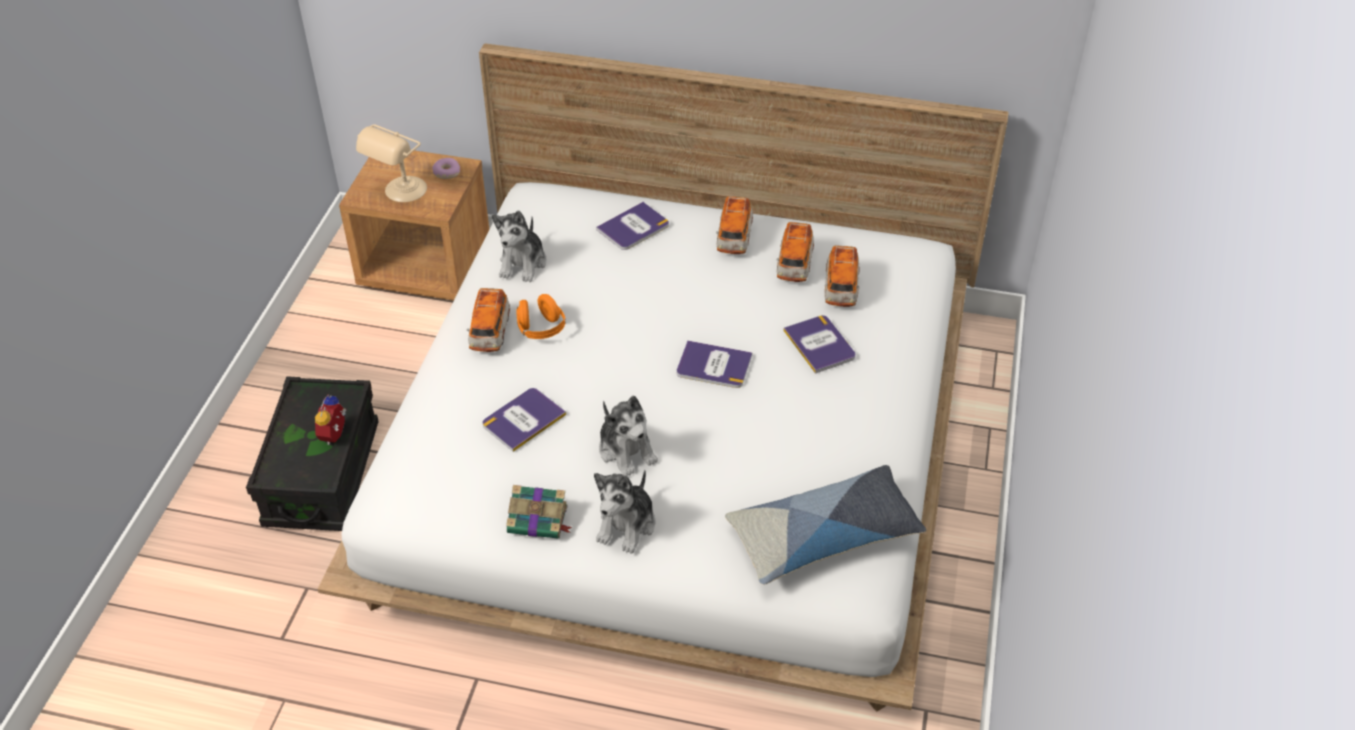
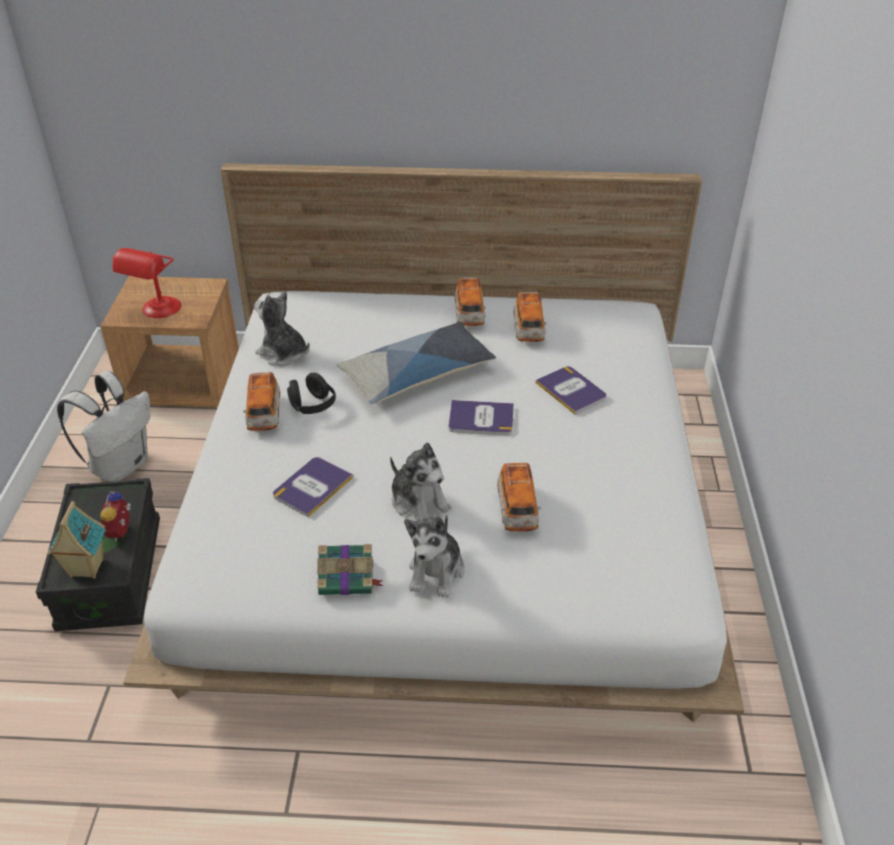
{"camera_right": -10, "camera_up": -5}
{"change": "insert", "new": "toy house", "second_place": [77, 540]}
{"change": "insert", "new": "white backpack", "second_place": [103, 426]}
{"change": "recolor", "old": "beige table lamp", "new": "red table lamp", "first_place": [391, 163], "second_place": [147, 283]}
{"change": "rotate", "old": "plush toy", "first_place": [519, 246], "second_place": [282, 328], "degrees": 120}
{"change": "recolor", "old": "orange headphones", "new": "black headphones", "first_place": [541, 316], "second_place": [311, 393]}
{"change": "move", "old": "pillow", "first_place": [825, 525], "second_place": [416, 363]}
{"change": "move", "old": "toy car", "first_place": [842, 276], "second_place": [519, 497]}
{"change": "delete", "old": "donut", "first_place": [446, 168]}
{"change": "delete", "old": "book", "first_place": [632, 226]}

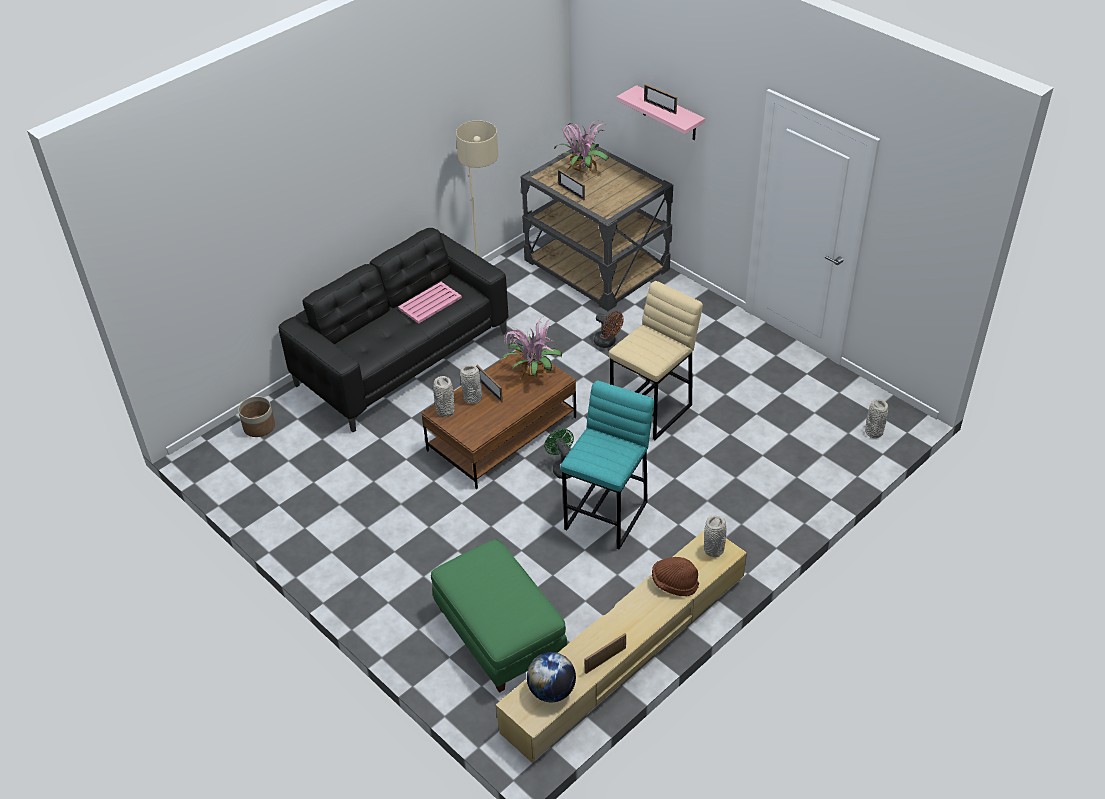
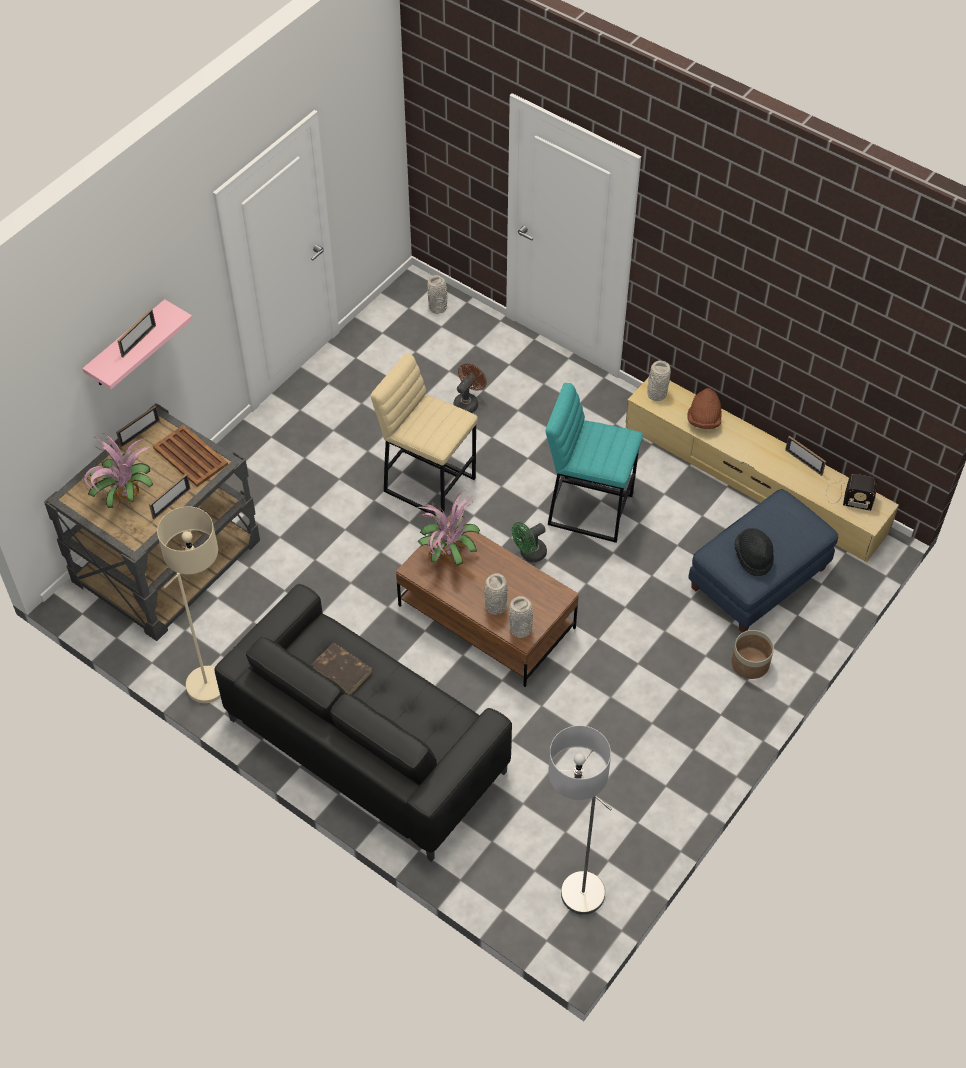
{"camera_right": -100, "camera_up": 10}
{"change": "move", "old": "picture frame", "first_place": [489, 384], "second_place": [138, 427]}
{"change": "insert", "new": "brown tray", "second_place": [190, 456]}
{"change": "replace", "old": "pink tray", "new": "brown book", "first_place": [430, 303], "second_place": [342, 669]}
{"change": "move", "old": "brown fan", "first_place": [609, 329], "second_place": [470, 388]}
{"change": "insert", "new": "grey floor lamp", "second_place": [580, 820]}
{"change": "recolor", "old": "green ottoman", "new": "blue ottoman", "first_place": [499, 616], "second_place": [763, 561]}
{"change": "move", "old": "planter", "first_place": [256, 416], "second_place": [753, 654]}
{"change": "insert", "new": "black hat", "second_place": [754, 552]}
{"change": "replace", "old": "globe", "new": "radio", "first_place": [551, 677], "second_place": [852, 492]}

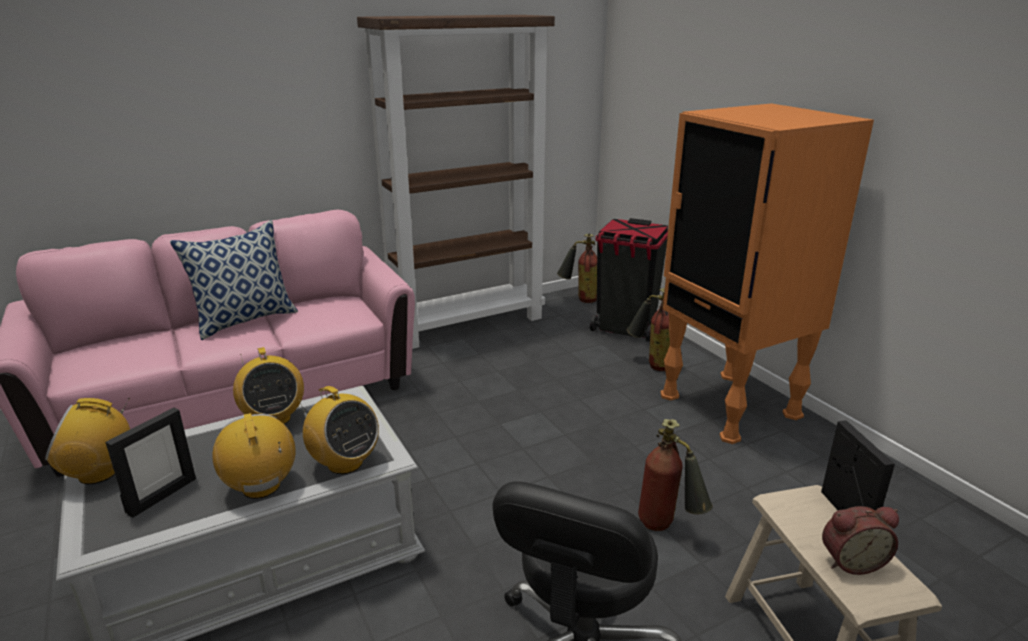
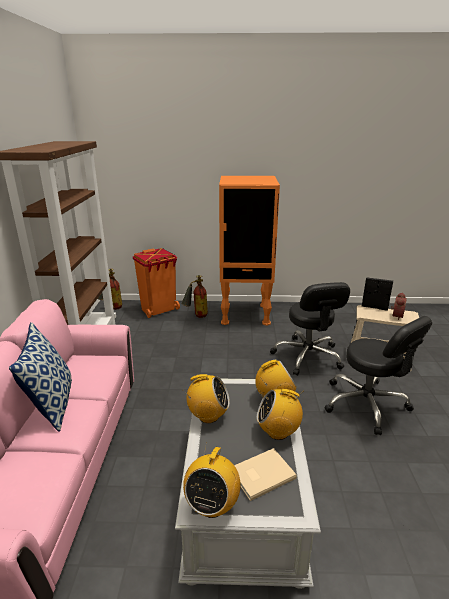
{"camera_right": -60, "camera_up": 0}
{"change": "recolor", "old": "black trash can", "new": "orange trash can", "first_place": [629, 280], "second_place": [156, 283]}
{"change": "replace", "old": "picture frame", "new": "beige book", "first_place": [150, 462], "second_place": [265, 474]}
{"change": "replace", "old": "fire extinguisher", "new": "black office chair", "first_place": [675, 475], "second_place": [310, 329]}

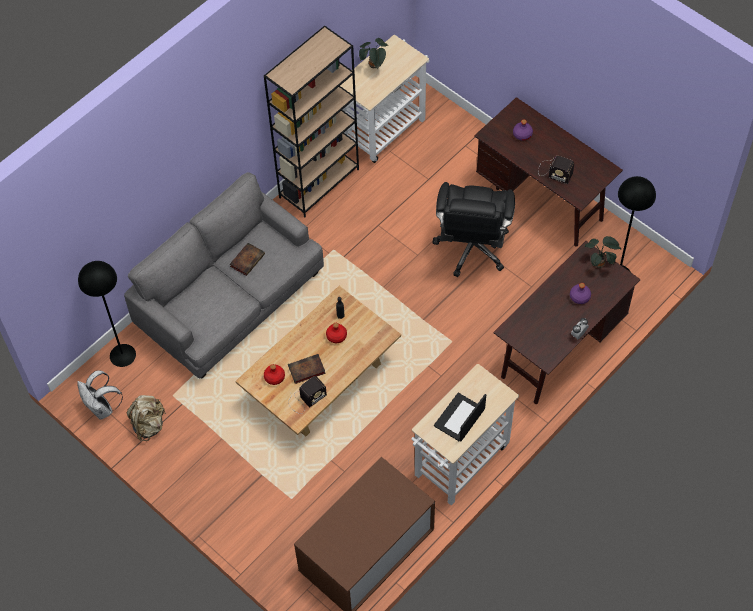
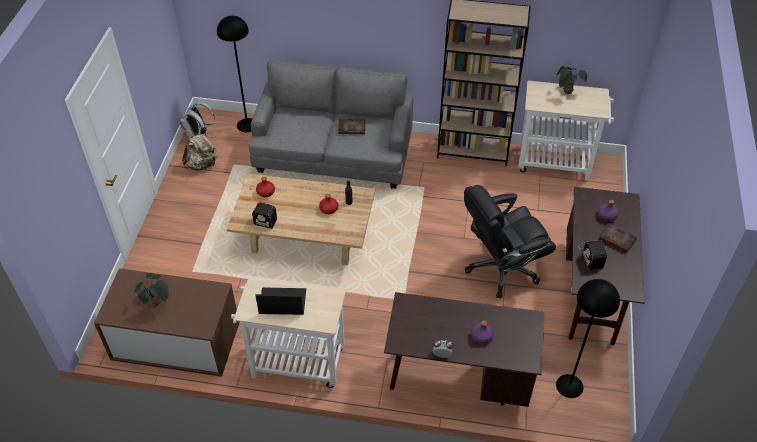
{"camera_right": 55, "camera_up": -10}
{"change": "move", "old": "potted plant", "first_place": [602, 252], "second_place": [151, 289]}
{"change": "move", "old": "book", "first_place": [307, 369], "second_place": [617, 239]}

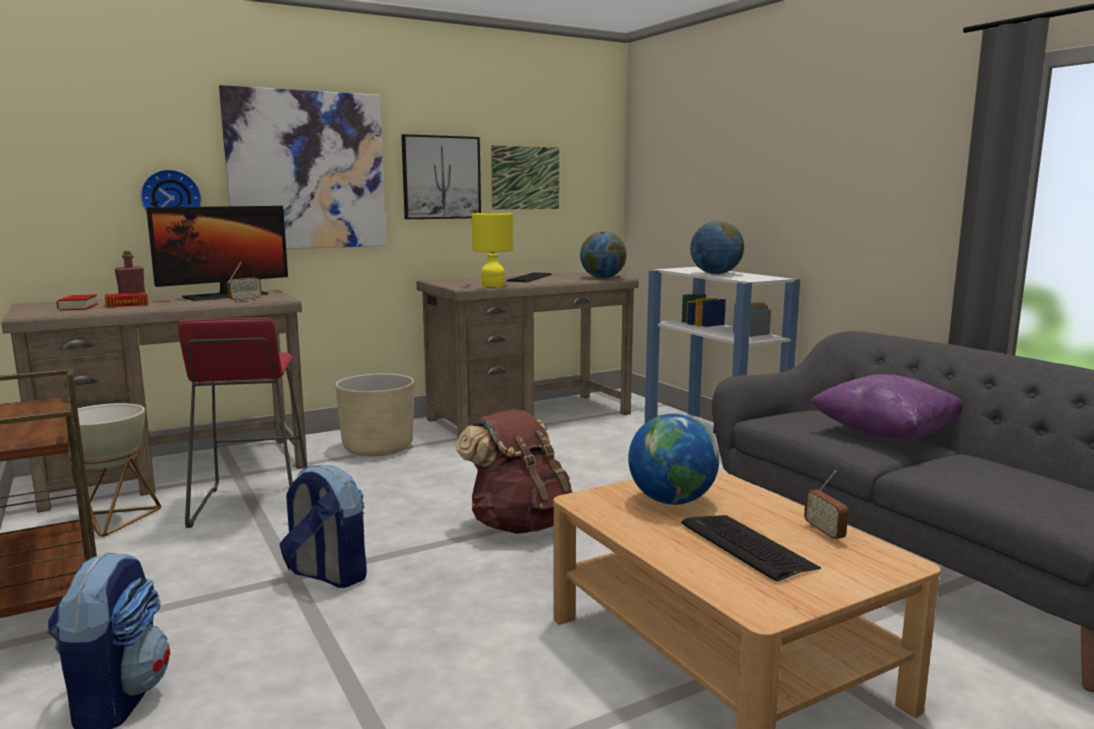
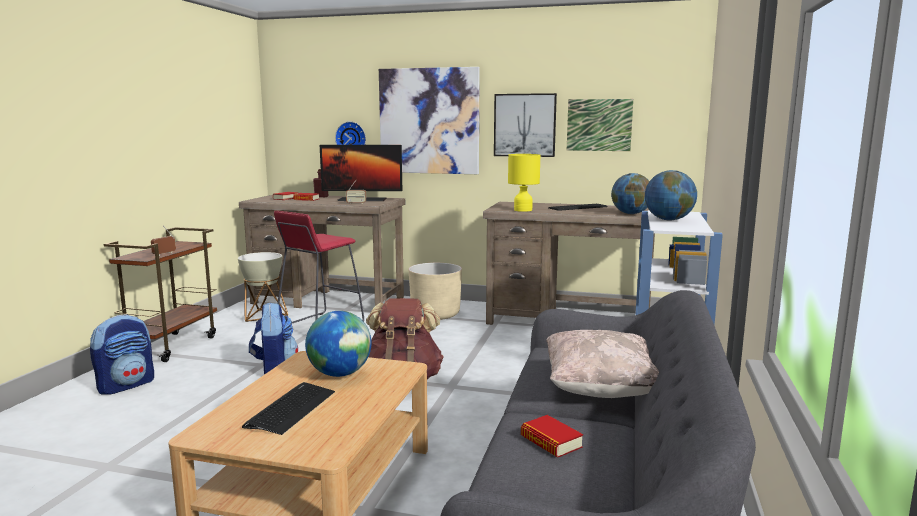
{"camera_right": 45, "camera_up": 0}
{"change": "move", "old": "radio", "first_place": [826, 505], "second_place": [163, 241]}
{"change": "insert", "new": "book", "second_place": [552, 436]}
{"change": "recolor", "old": "purple pillow", "new": "beige pillow", "first_place": [886, 407], "second_place": [602, 364]}

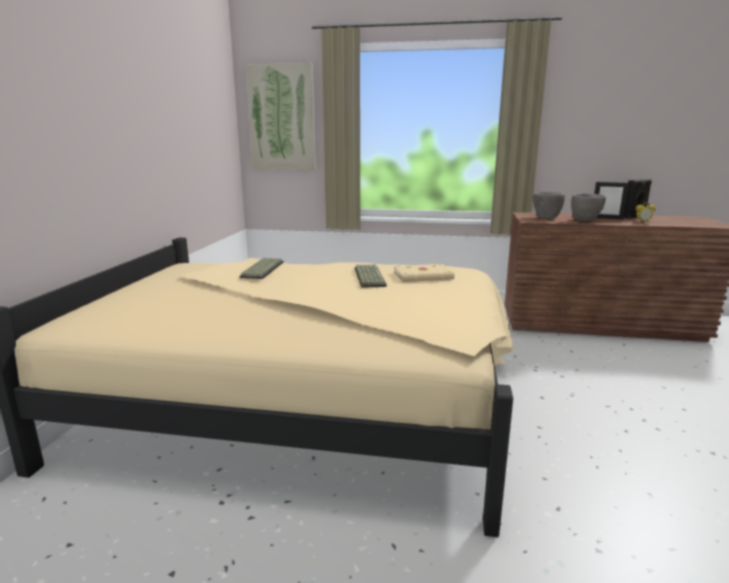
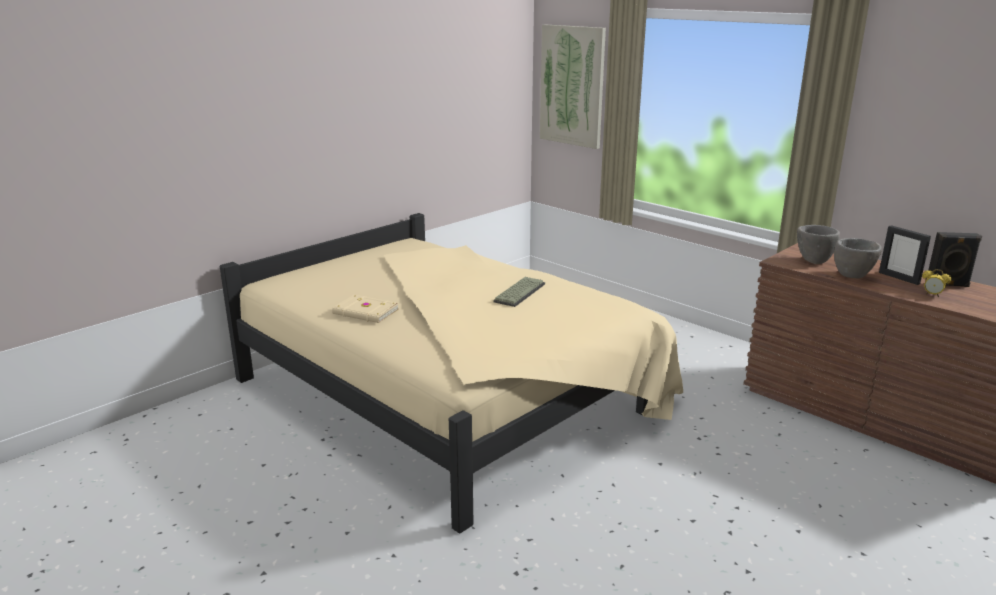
{"camera_right": 35, "camera_up": 5}
{"change": "move", "old": "beige book", "first_place": [424, 273], "second_place": [365, 309]}
{"change": "delete", "old": "keyboard", "first_place": [262, 268]}

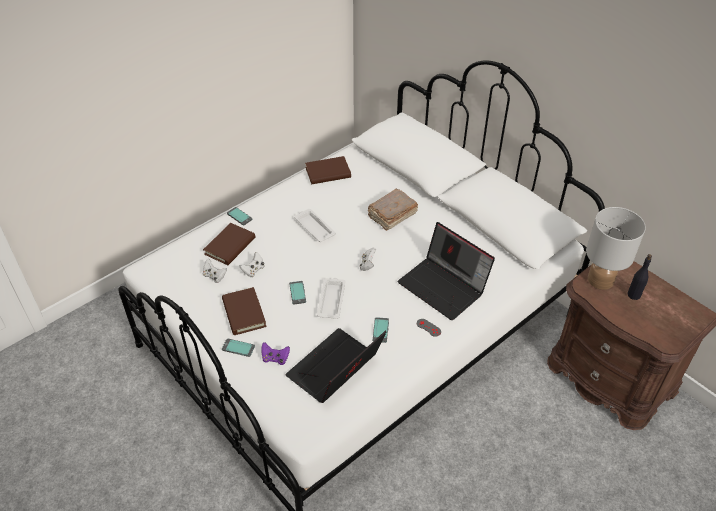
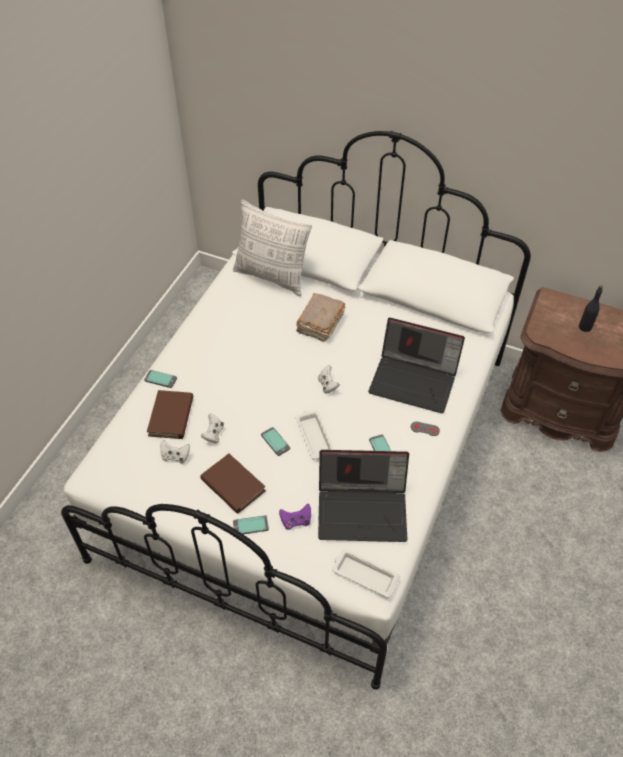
{"camera_right": -25, "camera_up": 5}
{"change": "insert", "new": "pillow", "second_place": [272, 248]}
{"change": "rotate", "old": "laptop", "first_place": [335, 365], "second_place": [363, 496], "degrees": -105}
{"change": "move", "old": "white tray", "first_place": [315, 225], "second_place": [366, 573]}
{"change": "delete", "old": "brown book", "first_place": [328, 170]}
{"change": "delete", "old": "grey table lamp", "first_place": [616, 248]}

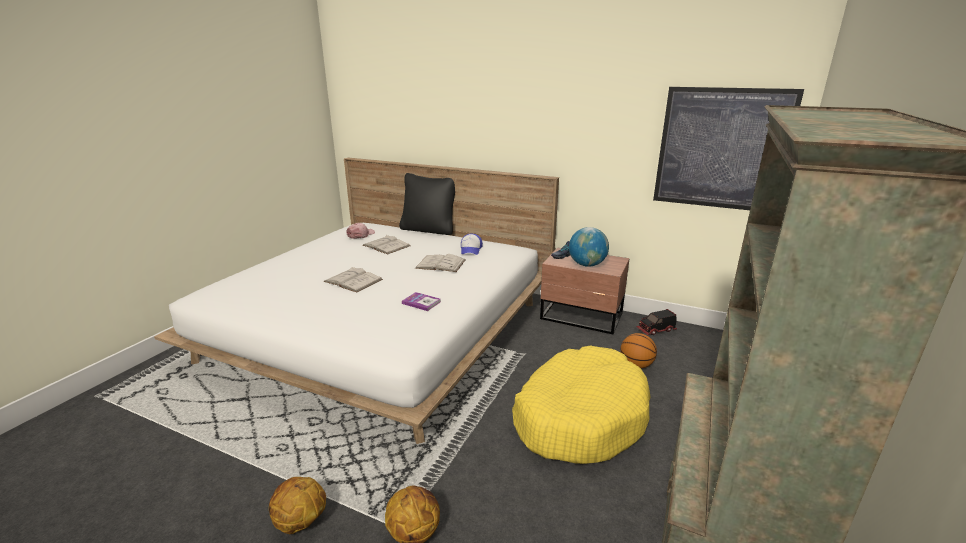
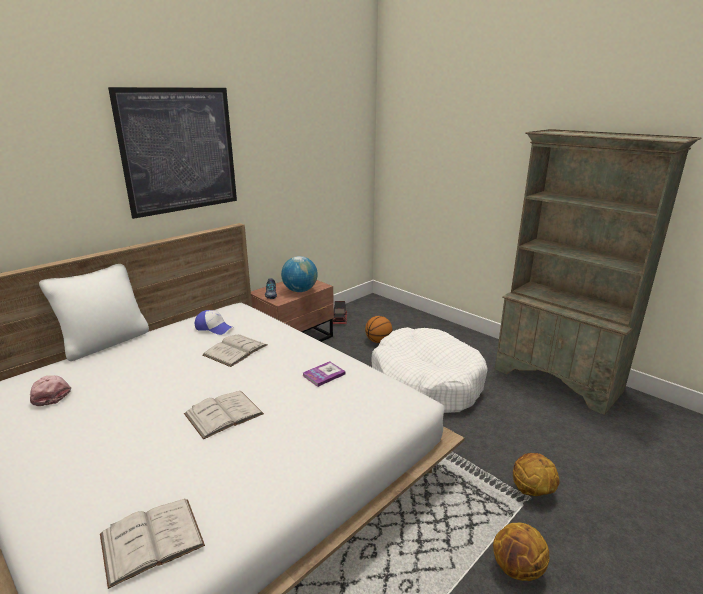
{"camera_right": -70, "camera_up": 0}
{"change": "recolor", "old": "black pillow", "new": "white pillow", "first_place": [427, 204], "second_place": [94, 312]}
{"change": "move", "old": "white book", "first_place": [386, 244], "second_place": [152, 544]}
{"change": "move", "old": "picture", "first_place": [728, 148], "second_place": [172, 153]}
{"change": "recolor", "old": "yellow dog bed", "new": "white dog bed", "first_place": [581, 405], "second_place": [430, 370]}

